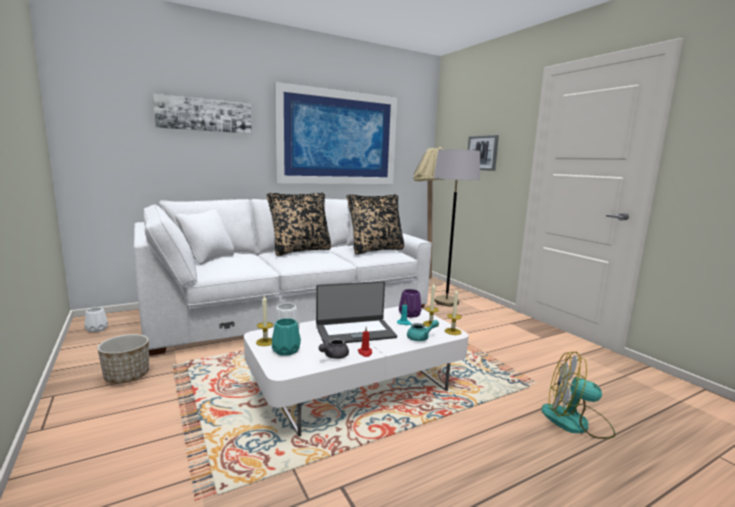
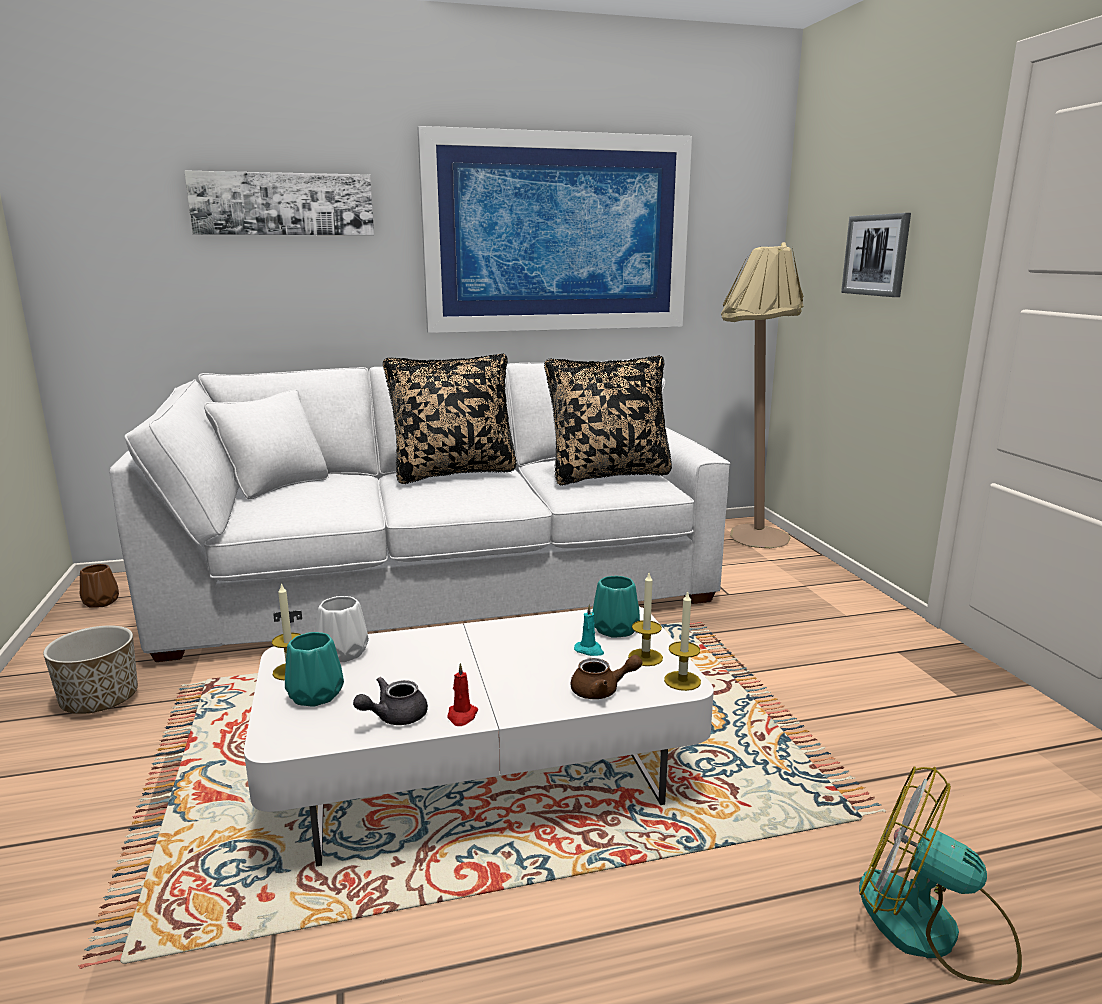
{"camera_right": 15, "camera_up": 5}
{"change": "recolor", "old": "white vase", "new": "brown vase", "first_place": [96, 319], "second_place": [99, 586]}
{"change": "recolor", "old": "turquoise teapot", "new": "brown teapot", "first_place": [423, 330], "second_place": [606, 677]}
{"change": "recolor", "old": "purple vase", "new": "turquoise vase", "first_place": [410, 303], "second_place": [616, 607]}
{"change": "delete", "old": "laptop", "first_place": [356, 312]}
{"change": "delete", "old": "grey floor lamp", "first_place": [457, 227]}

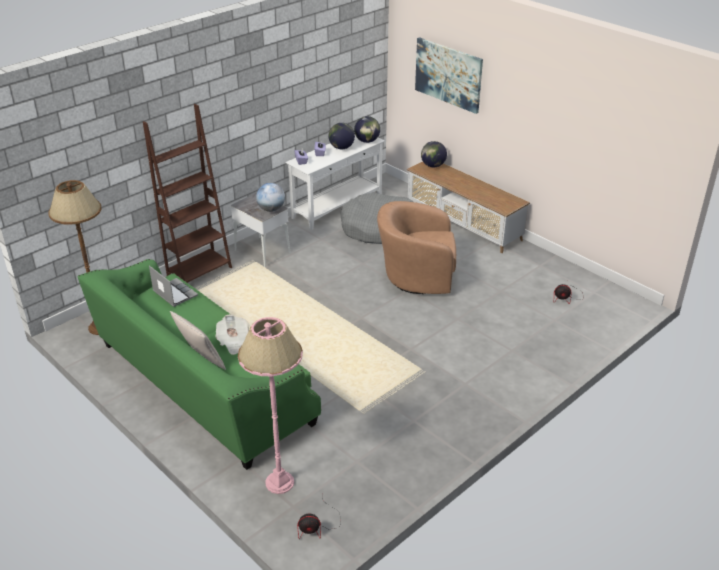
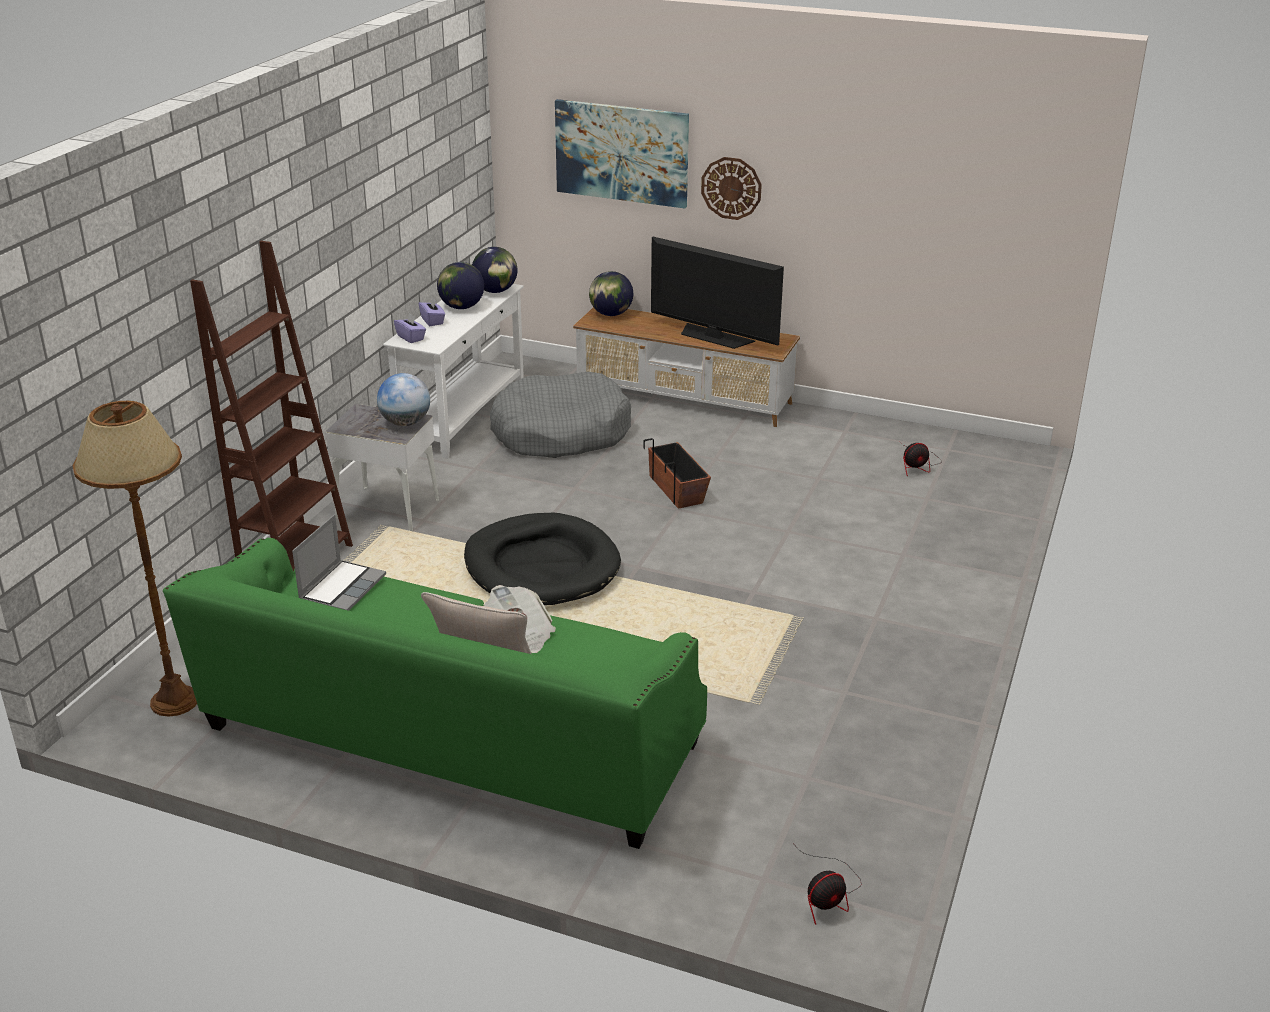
{"camera_right": -25, "camera_up": -5}
{"change": "rotate", "old": "laptop", "first_place": [173, 286], "second_place": [339, 562], "degrees": 90}
{"change": "insert", "new": "black dog bed", "second_place": [542, 559]}
{"change": "replace", "old": "brown armchair", "new": "planter", "first_place": [416, 247], "second_place": [677, 473]}
{"change": "insert", "new": "television", "second_place": [717, 292]}
{"change": "insert", "new": "wall clock", "second_place": [731, 188]}
{"change": "delete", "old": "pink floor lamp", "first_place": [270, 405]}

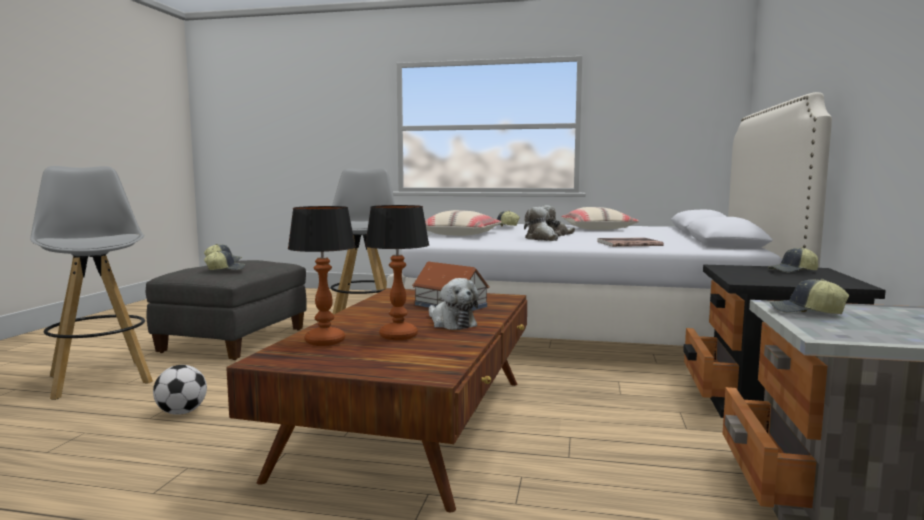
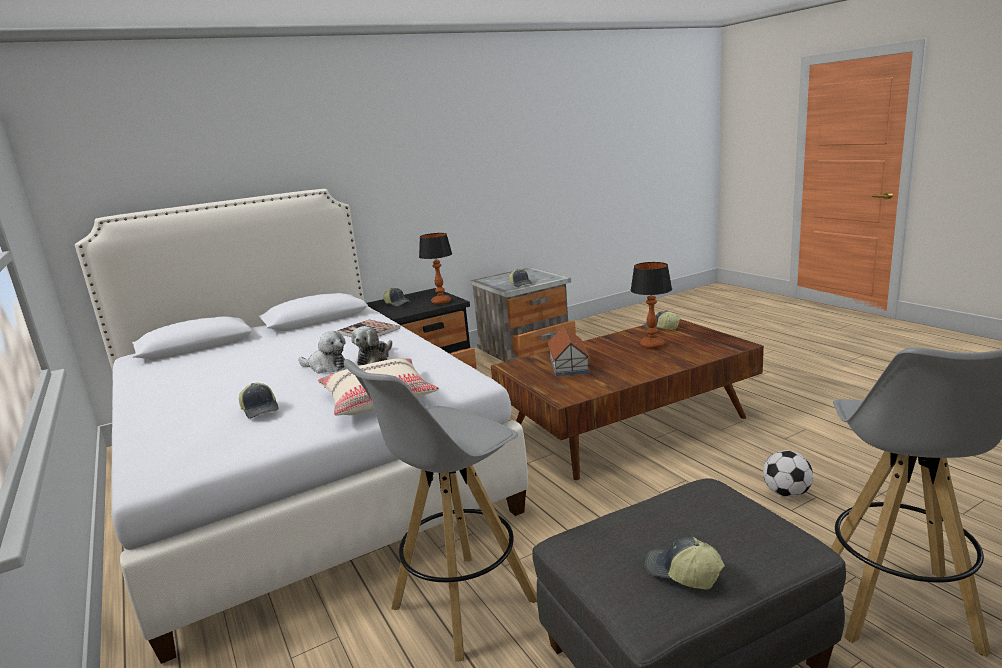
{"camera_right": -130, "camera_up": 10}
{"change": "move", "old": "table lamp", "first_place": [322, 276], "second_place": [435, 269]}
{"change": "move", "old": "cap", "first_place": [224, 260], "second_place": [662, 320]}
{"change": "delete", "old": "plush toy", "first_place": [454, 304]}
{"change": "delete", "old": "beige pillow", "first_place": [600, 218]}

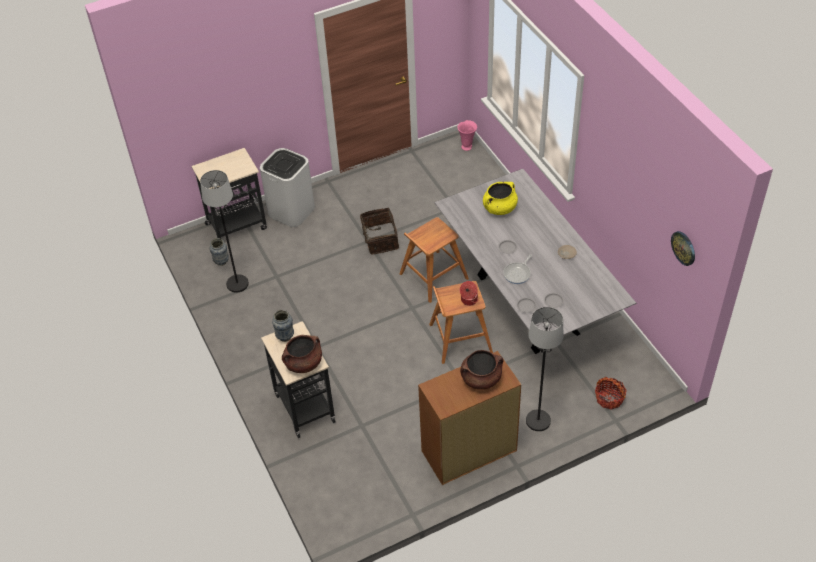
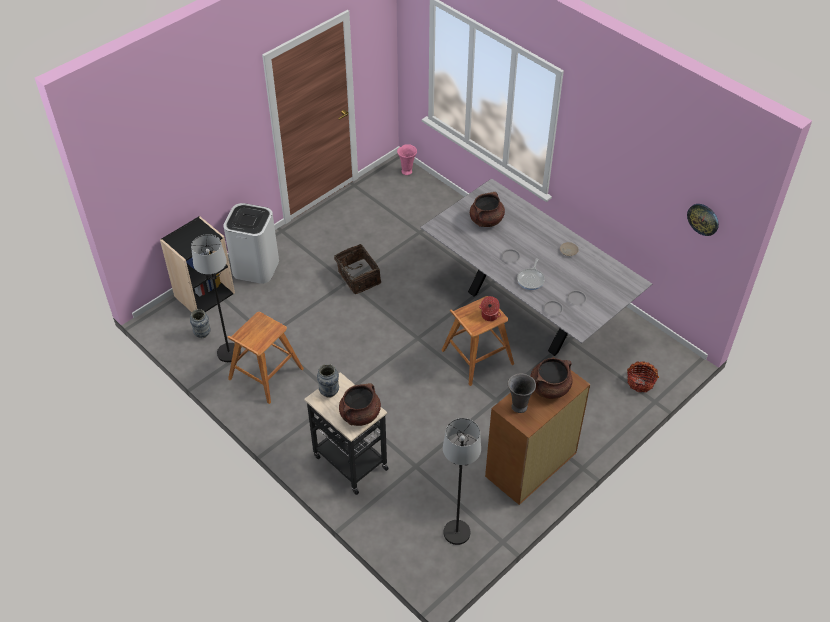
{"camera_right": -20, "camera_up": 0}
{"change": "replace", "old": "cart", "new": "black bookcase", "first_place": [229, 193], "second_place": [197, 264]}
{"change": "move", "old": "brown stool", "first_place": [434, 260], "second_place": [265, 358]}
{"change": "move", "old": "black floor lamp", "first_place": [545, 369], "second_place": [462, 481]}
{"change": "recolor", "old": "yellow cooking pot", "new": "brown cooking pot", "first_place": [500, 198], "second_place": [487, 209]}
{"change": "insert", "new": "grey vase", "second_place": [522, 393]}

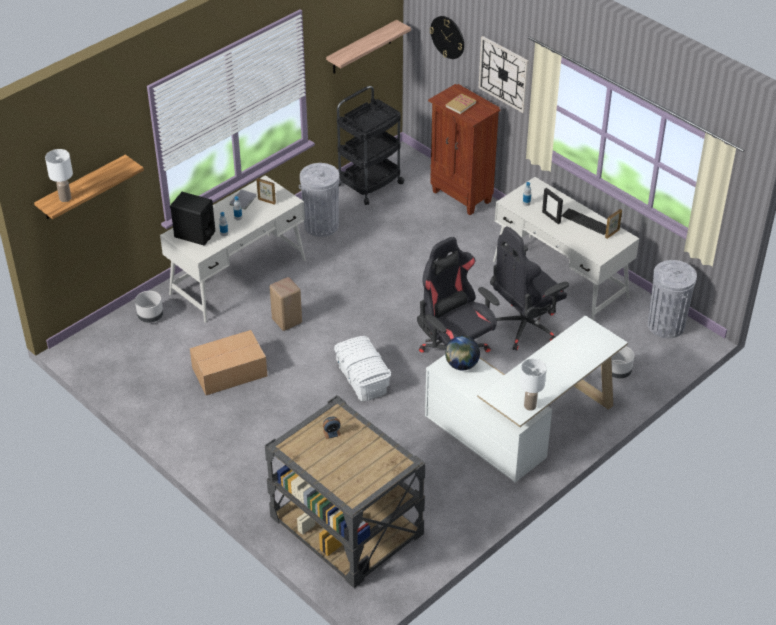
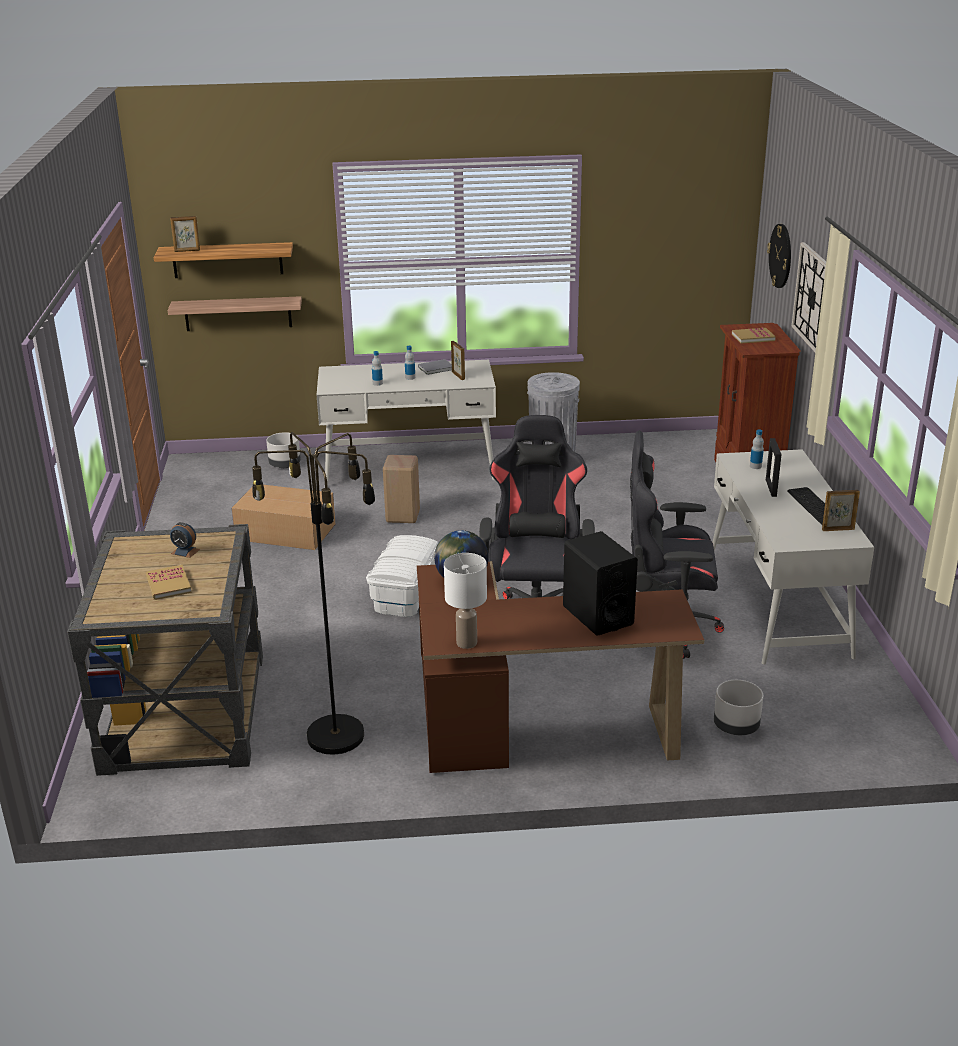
{"camera_right": 40, "camera_up": -15}
{"change": "insert", "new": "book", "second_place": [169, 582]}
{"change": "move", "old": "shelf", "first_place": [368, 47], "second_place": [234, 313]}
{"change": "replace", "old": "white table lamp", "new": "picture frame", "first_place": [59, 175], "second_place": [185, 234]}
{"change": "insert", "new": "floor lamp", "second_place": [313, 593]}
{"change": "recolor", "old": "white desk", "new": "brown desk", "first_place": [526, 399], "second_place": [560, 667]}
{"change": "move", "old": "black speaker", "first_place": [192, 218], "second_place": [600, 583]}
{"change": "delete", "old": "black cart", "first_place": [371, 145]}
{"change": "delete", "old": "grey trash can", "first_place": [672, 299]}

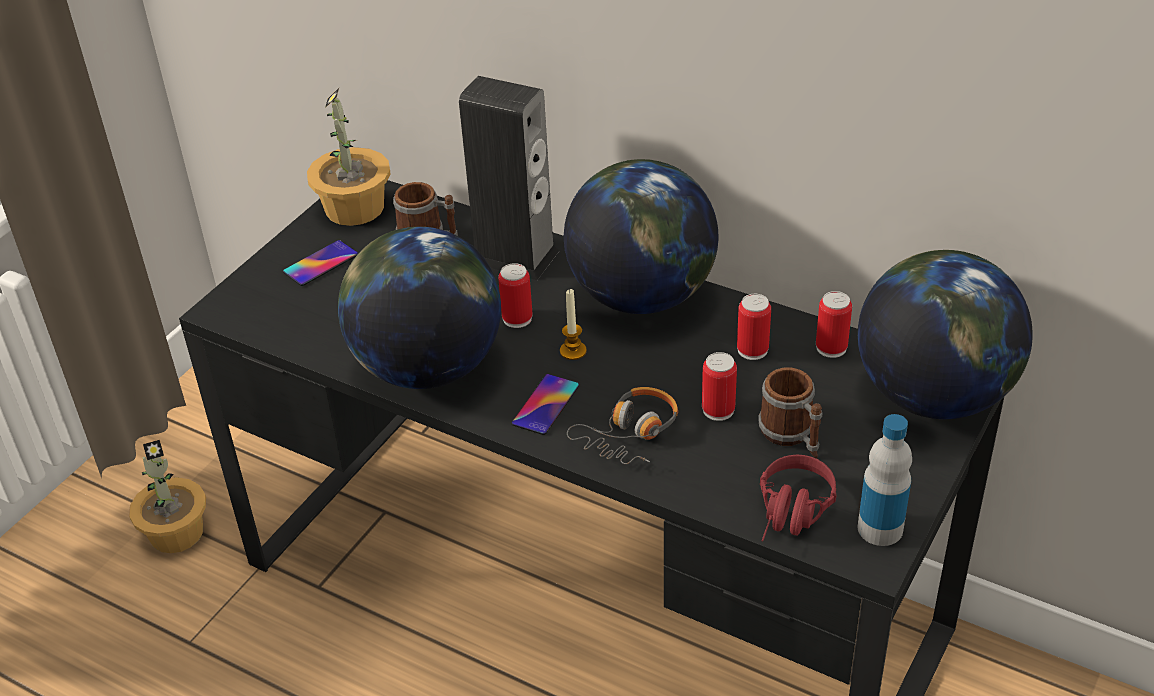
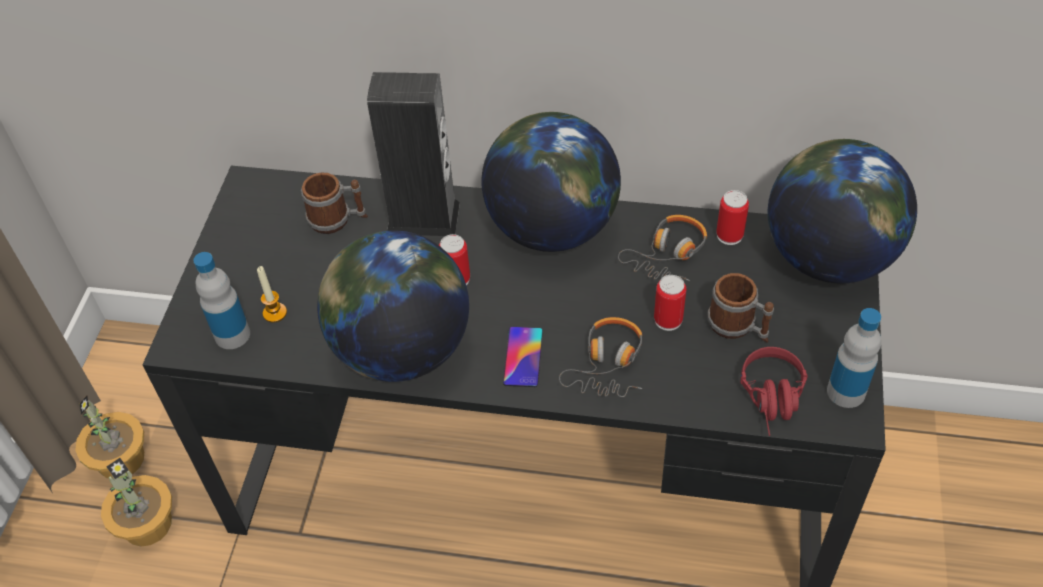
{"camera_right": -20, "camera_up": 10}
{"change": "move", "old": "potted plant", "first_place": [349, 157], "second_place": [109, 437]}
{"change": "insert", "new": "bottle", "second_place": [221, 300]}
{"change": "move", "old": "candle", "first_place": [573, 324], "second_place": [272, 294]}
{"change": "replace", "old": "can", "new": "headphones", "first_place": [754, 327], "second_place": [662, 248]}
{"change": "delete", "old": "phone", "first_place": [320, 263]}

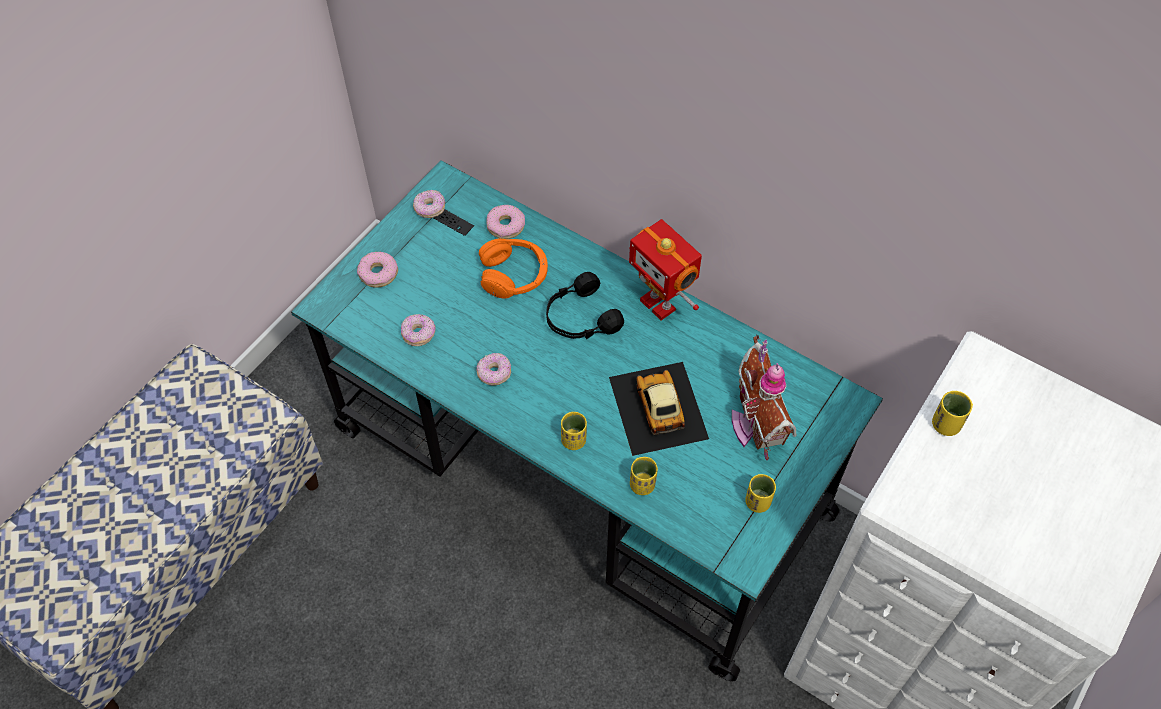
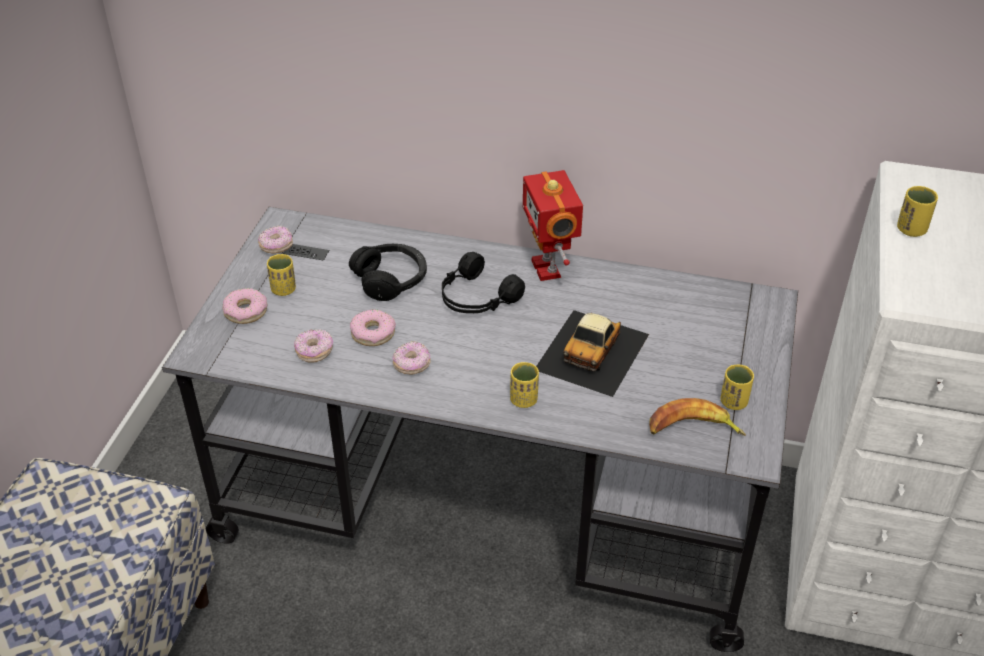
{"camera_right": -20, "camera_up": -15}
{"change": "recolor", "old": "turquoise desk", "new": "grey desk", "first_place": [587, 420], "second_place": [480, 429]}
{"change": "move", "old": "yellow cup", "first_place": [644, 476], "second_place": [281, 275]}
{"change": "recolor", "old": "orange headphones", "new": "black headphones", "first_place": [513, 269], "second_place": [388, 272]}
{"change": "move", "old": "donut", "first_place": [506, 222], "second_place": [373, 327]}
{"change": "rotate", "old": "toy robot", "first_place": [665, 269], "second_place": [553, 225], "degrees": 45}
{"change": "rotate", "old": "toy car", "first_place": [659, 409], "second_place": [592, 353], "degrees": -120}
{"change": "insert", "new": "banana", "second_place": [697, 417]}
{"change": "delete", "old": "toy house", "first_place": [764, 397]}

